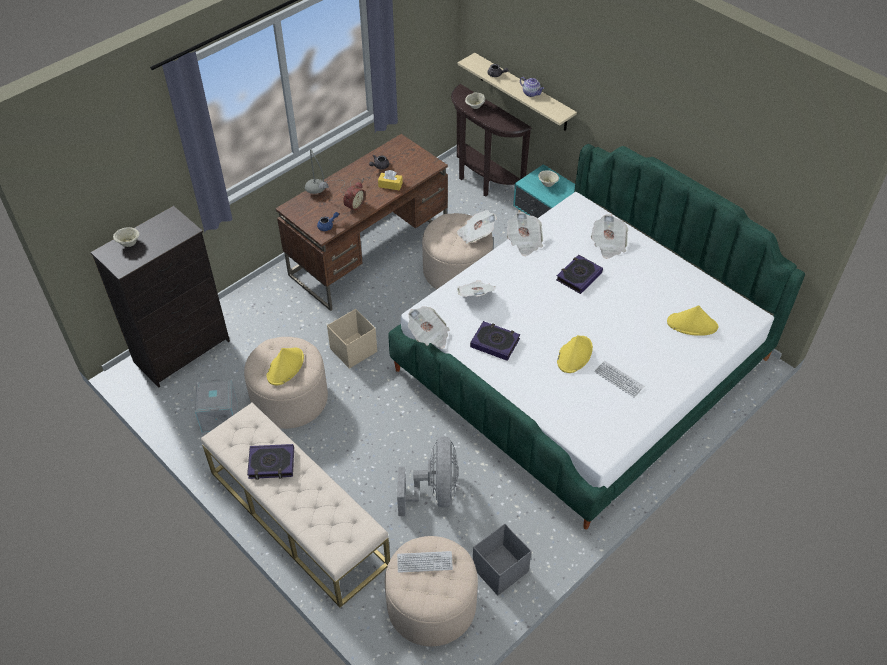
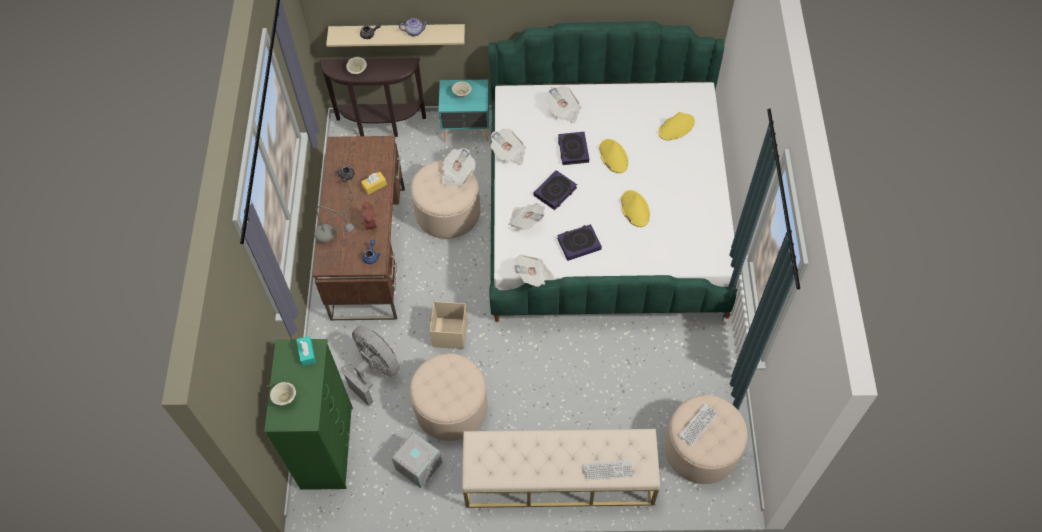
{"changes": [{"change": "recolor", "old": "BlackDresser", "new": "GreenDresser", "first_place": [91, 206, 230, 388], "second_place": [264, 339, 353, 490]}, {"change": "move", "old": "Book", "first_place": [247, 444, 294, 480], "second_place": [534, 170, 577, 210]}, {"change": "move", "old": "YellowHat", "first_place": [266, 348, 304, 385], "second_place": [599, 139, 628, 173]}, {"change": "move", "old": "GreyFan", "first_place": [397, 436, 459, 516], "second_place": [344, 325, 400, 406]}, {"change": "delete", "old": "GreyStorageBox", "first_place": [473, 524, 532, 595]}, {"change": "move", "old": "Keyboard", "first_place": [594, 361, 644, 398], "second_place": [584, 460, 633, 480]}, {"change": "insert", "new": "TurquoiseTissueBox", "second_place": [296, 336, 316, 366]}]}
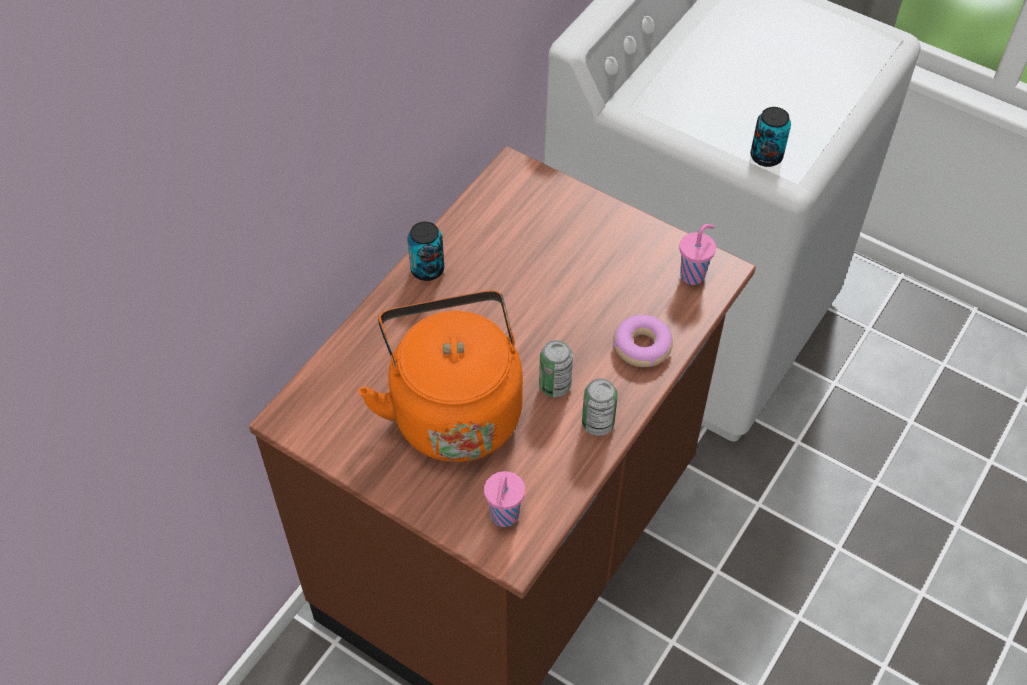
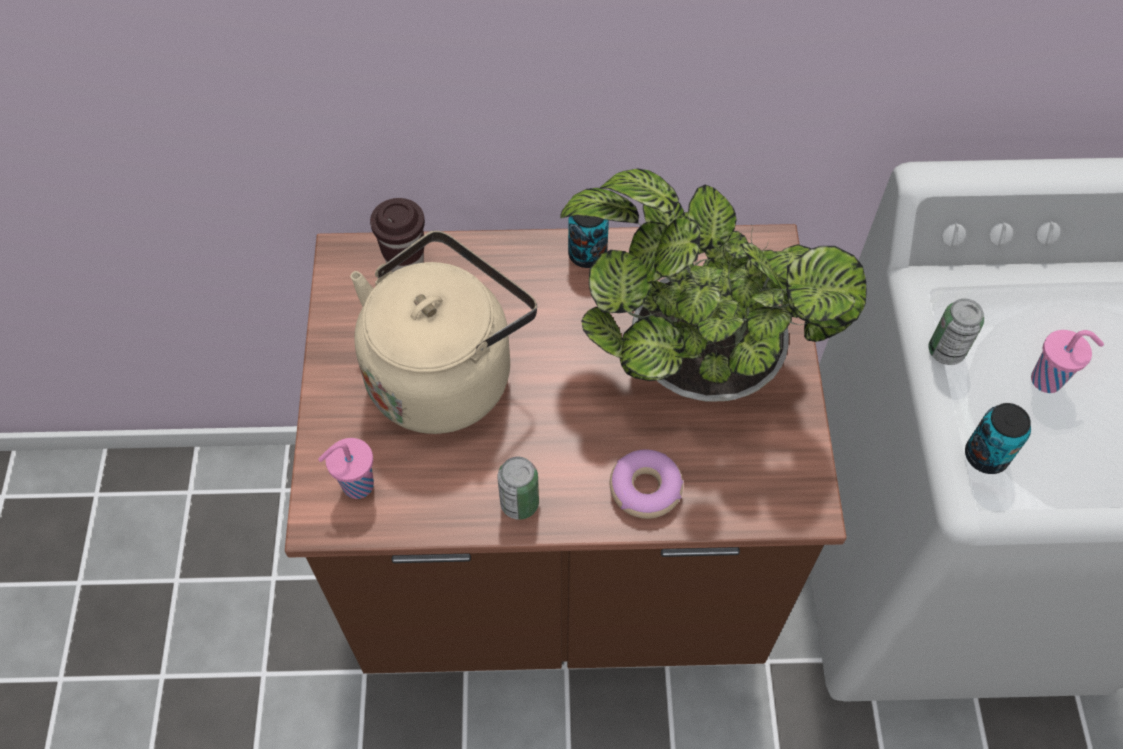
{"changes": [{"change": "recolor", "old": "OrangeKettle", "new": "BeigeKettle", "first_place": [358, 291, 523, 462], "second_place": [350, 231, 537, 434]}, {"change": "move", "old": "Can", "first_place": [539, 340, 573, 397], "second_place": [929, 298, 984, 365]}, {"change": "move", "old": "PinkCup", "first_place": [679, 224, 716, 285], "second_place": [1031, 330, 1104, 393]}, {"change": "insert", "new": "BrownCup", "second_place": [370, 198, 425, 272]}, {"change": "insert", "new": "PottedPlant", "second_place": [560, 168, 867, 402]}]}
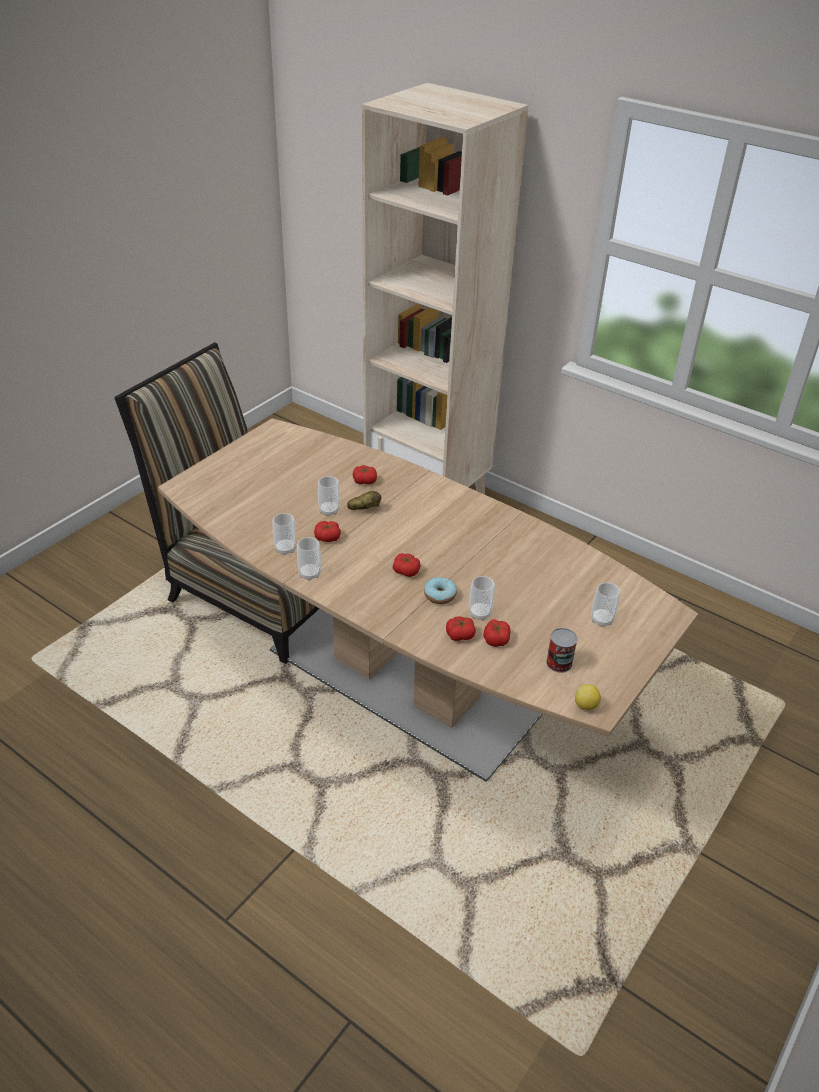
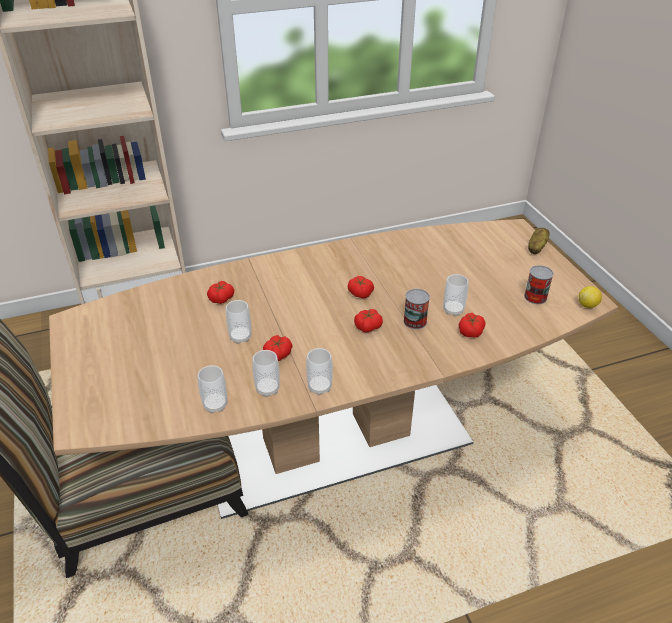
{"changes": [{"change": "move", "old": "Potato", "first_place": [347, 491, 381, 510], "second_place": [528, 228, 550, 254]}, {"change": "replace", "old": "Donut", "new": "Can", "first_place": [424, 577, 457, 604], "second_place": [403, 289, 430, 329]}, {"change": "move", "old": "Tomato", "first_place": [483, 619, 511, 647], "second_place": [348, 276, 374, 298]}, {"change": "move", "old": "Cup", "first_place": [591, 582, 620, 627], "second_place": [197, 365, 227, 413]}]}
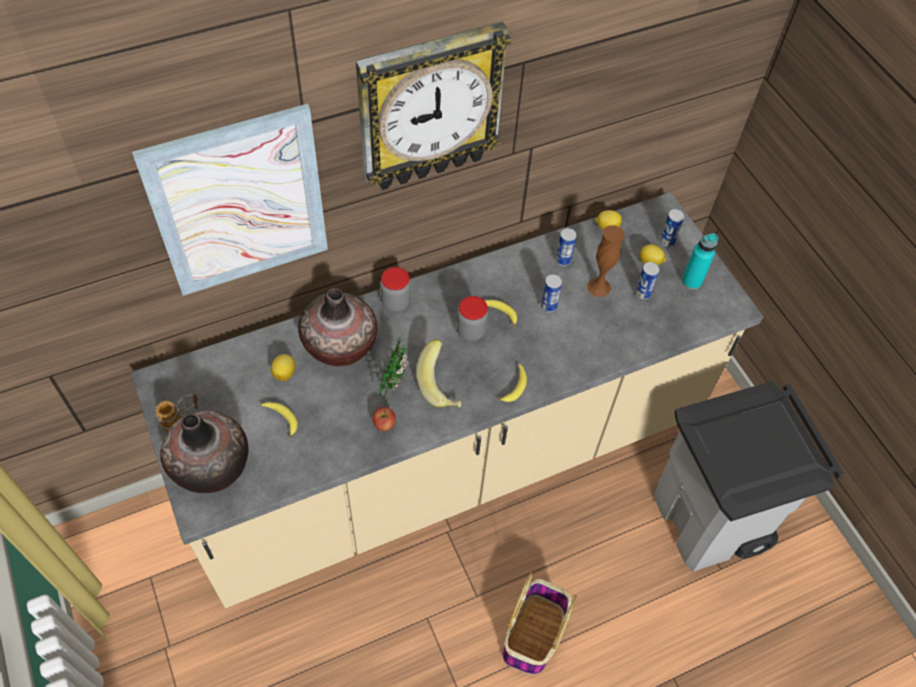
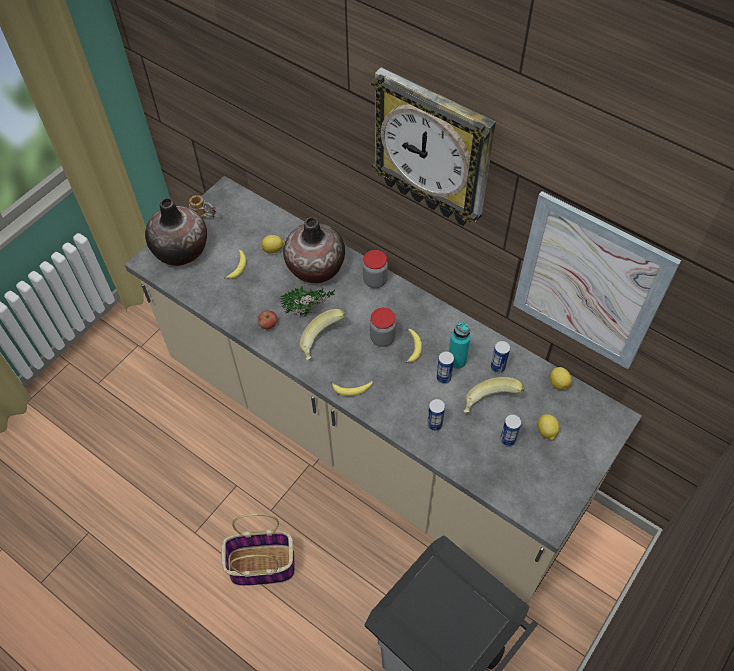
{"changes": [{"change": "move", "old": "Picture", "first_place": [132, 104, 328, 296], "second_place": [513, 191, 681, 369]}, {"change": "replace", "old": "BrownVase", "new": "Banana", "first_place": [587, 225, 625, 297], "second_place": [463, 377, 524, 413]}, {"change": "move", "old": "Can", "first_place": [660, 209, 685, 247], "second_place": [427, 399, 445, 431]}, {"change": "move", "old": "TurquoiseBottle", "first_place": [682, 233, 718, 290], "second_place": [449, 322, 471, 369]}]}
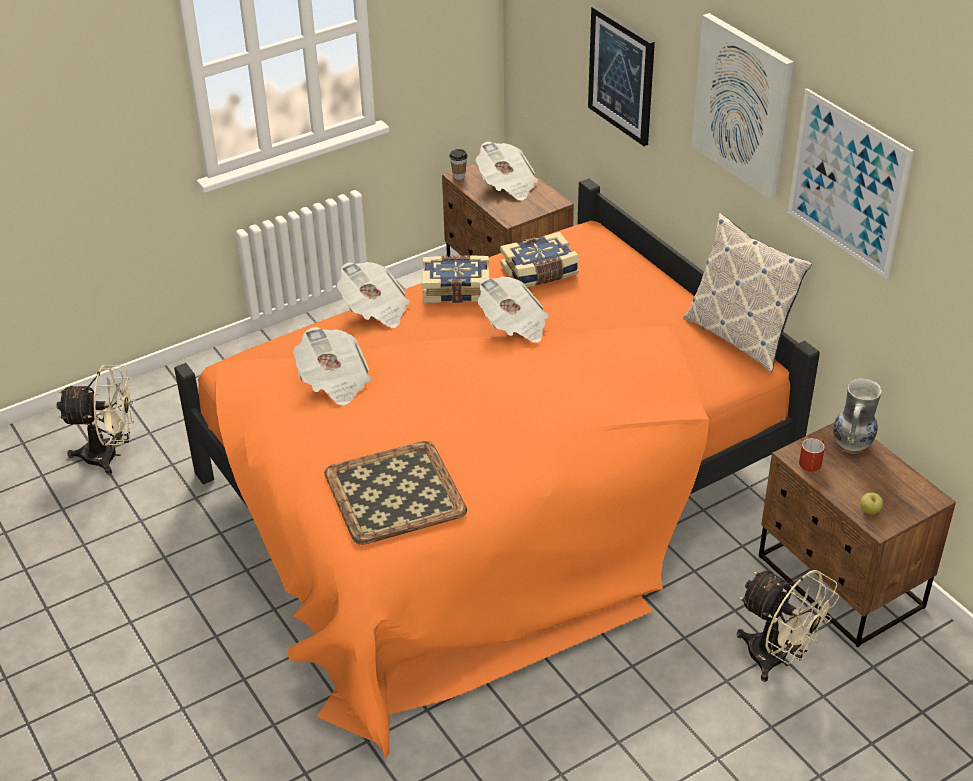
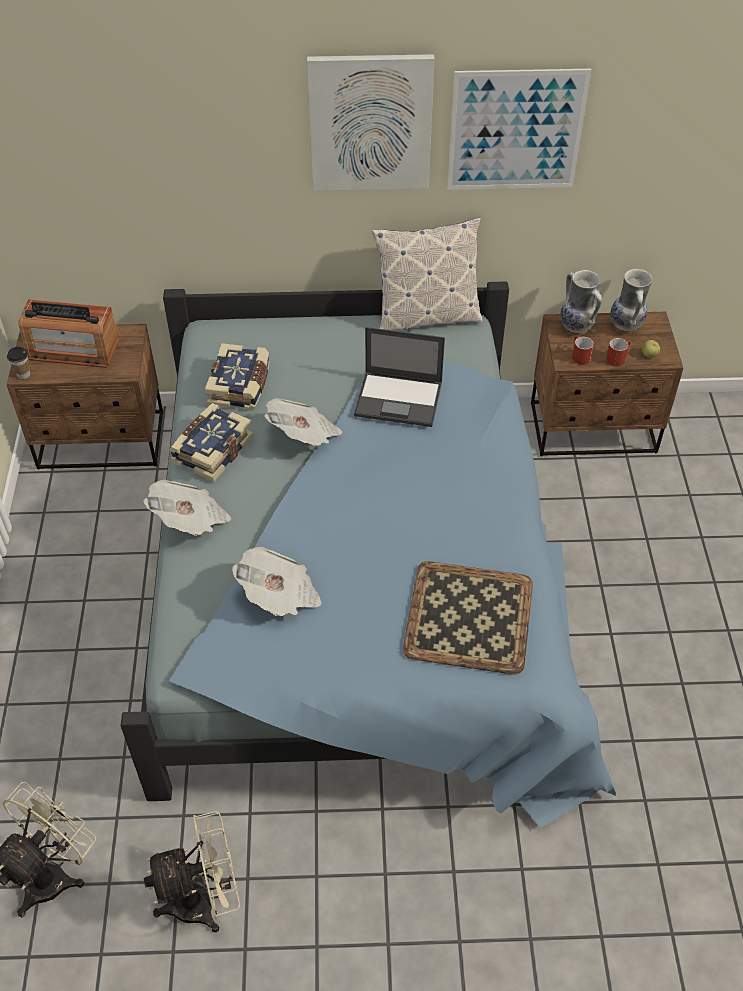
{"changes": [{"change": "recolor", "old": "OrangeBed", "new": "BlueBed", "first_place": [174, 178, 820, 758], "second_place": [121, 281, 616, 828]}, {"change": "replace", "old": "Newspaper", "new": "Radio", "first_place": [476, 142, 538, 200], "second_place": [19, 299, 119, 368]}, {"change": "delete", "old": "Picture", "first_place": [588, 6, 655, 146]}, {"change": "move", "old": "BeigeFan", "first_place": [737, 570, 839, 682], "second_place": [144, 811, 240, 933]}, {"change": "insert", "new": "Laptop", "second_place": [354, 327, 445, 427]}, {"change": "insert", "new": "RedMug", "second_place": [606, 338, 631, 366]}, {"change": "insert", "new": "Vase", "second_place": [611, 269, 652, 333]}]}
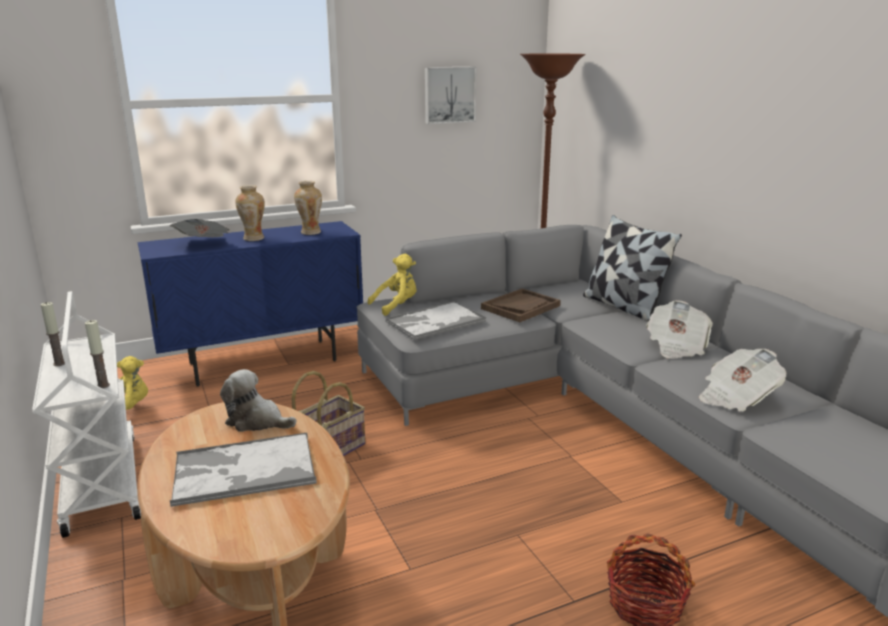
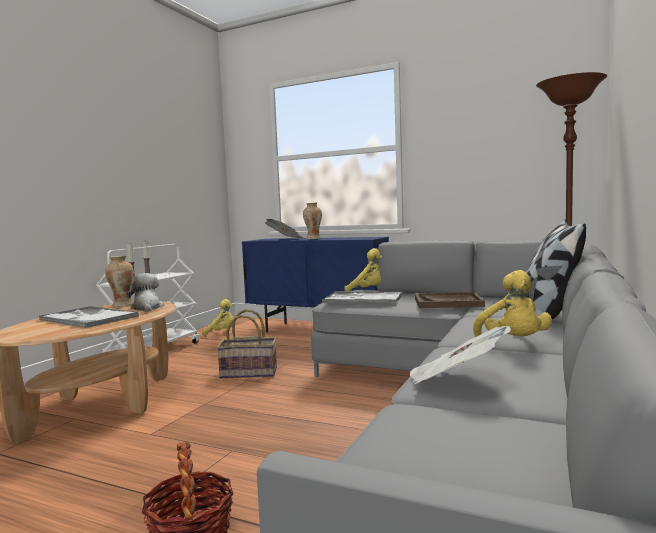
{"changes": [{"change": "move", "old": "Vase", "first_place": [294, 181, 322, 235], "second_place": [105, 256, 133, 307]}, {"change": "delete", "old": "Picture", "first_place": [425, 67, 477, 124]}, {"change": "replace", "old": "Newspaper", "new": "YellowPlushToy", "first_place": [646, 300, 713, 359], "second_place": [473, 270, 552, 337]}]}
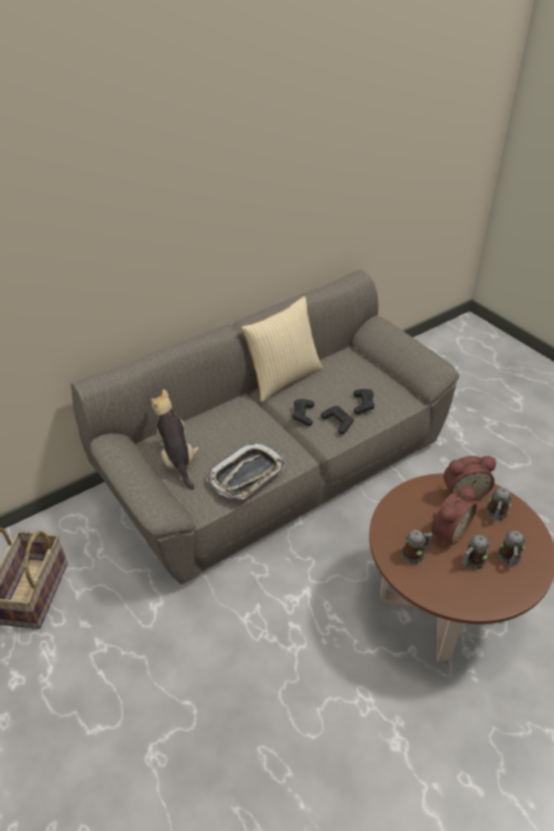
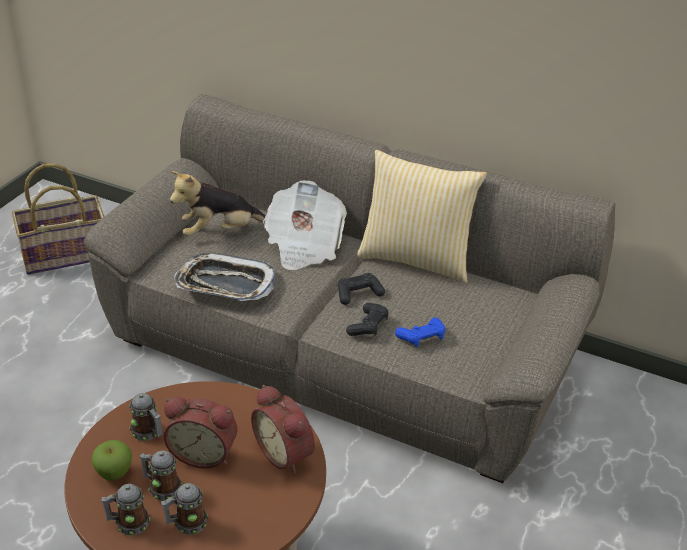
{"changes": [{"change": "rotate", "old": "PlushToy", "first_place": [151, 389, 199, 490], "second_place": [170, 171, 266, 236], "degrees": -150}, {"change": "recolor", "old": "BlackGameController", "new": "BlueGameController", "first_place": [353, 389, 374, 415], "second_place": [395, 317, 445, 347]}, {"change": "move", "old": "Mug", "first_place": [486, 488, 512, 521], "second_place": [101, 484, 151, 535]}, {"change": "insert", "new": "Apple", "second_place": [92, 440, 132, 481]}, {"change": "insert", "new": "Newspaper", "second_place": [263, 180, 347, 270]}]}
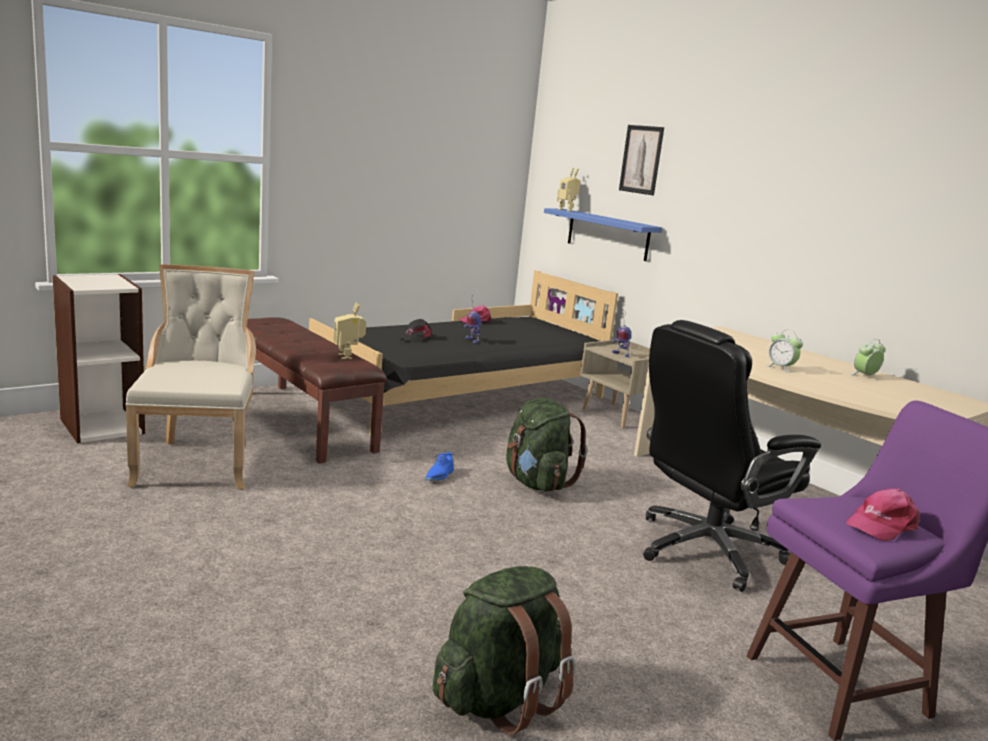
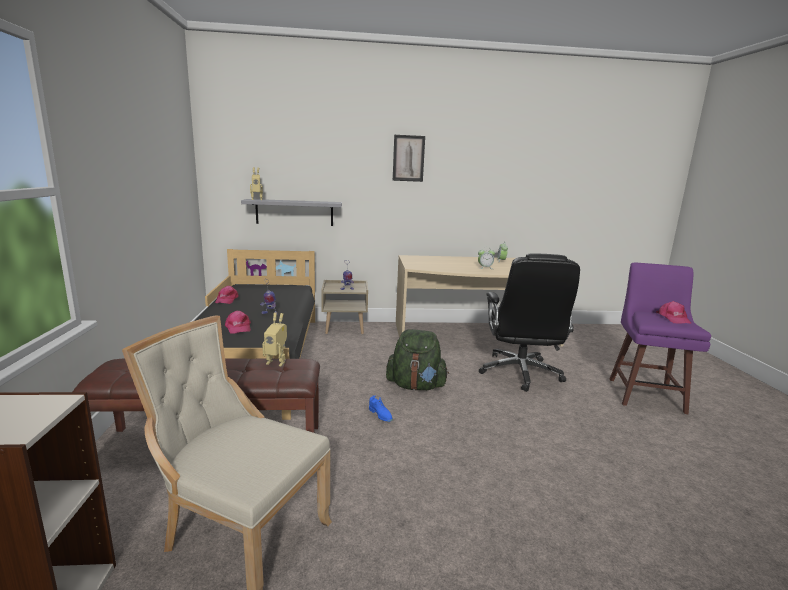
{"changes": [{"change": "recolor", "old": "BlackCap", "new": "PinkCap", "first_place": [398, 319, 432, 343], "second_place": [225, 311, 251, 334]}, {"change": "delete", "old": "GreenBackpack", "first_place": [433, 566, 576, 735]}, {"change": "recolor", "old": "BlueShelf", "new": "GreyShelf", "first_place": [544, 208, 662, 261], "second_place": [241, 199, 342, 226]}, {"change": "move", "old": "Picture", "first_place": [619, 125, 664, 195], "second_place": [393, 135, 425, 182]}]}
